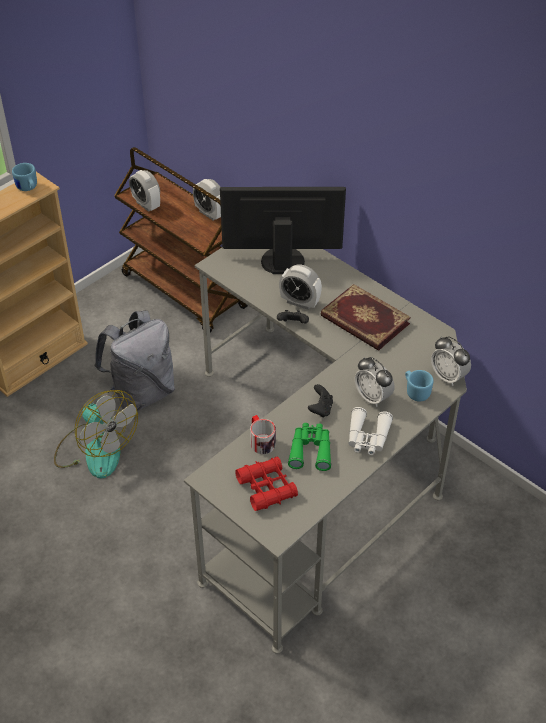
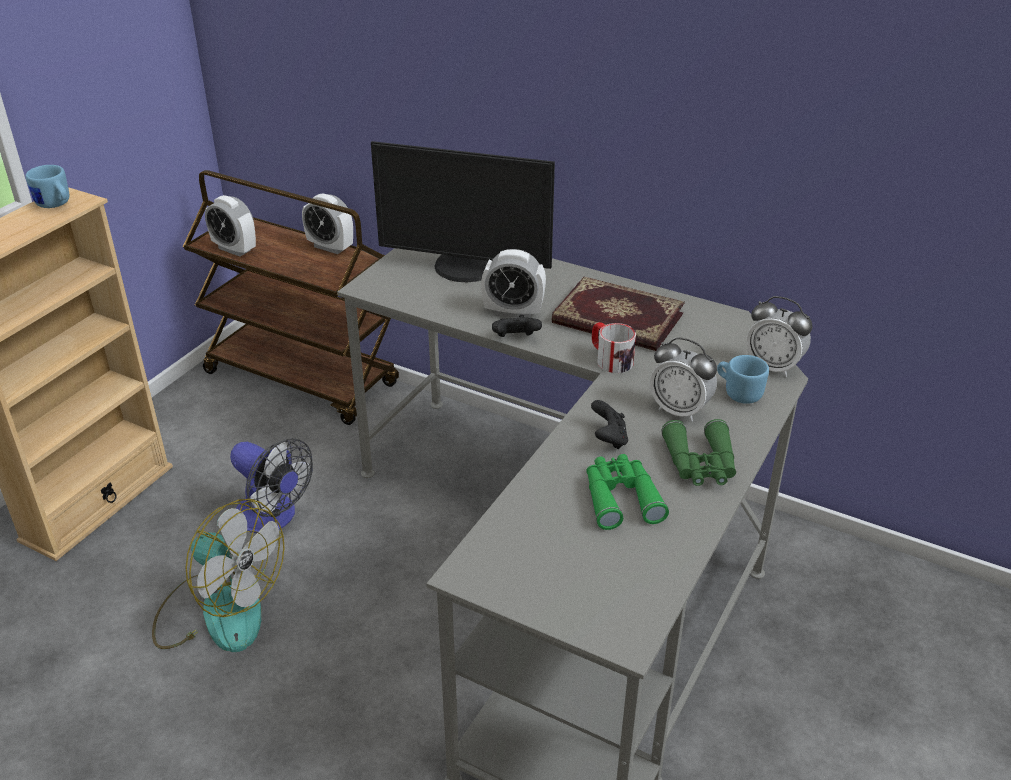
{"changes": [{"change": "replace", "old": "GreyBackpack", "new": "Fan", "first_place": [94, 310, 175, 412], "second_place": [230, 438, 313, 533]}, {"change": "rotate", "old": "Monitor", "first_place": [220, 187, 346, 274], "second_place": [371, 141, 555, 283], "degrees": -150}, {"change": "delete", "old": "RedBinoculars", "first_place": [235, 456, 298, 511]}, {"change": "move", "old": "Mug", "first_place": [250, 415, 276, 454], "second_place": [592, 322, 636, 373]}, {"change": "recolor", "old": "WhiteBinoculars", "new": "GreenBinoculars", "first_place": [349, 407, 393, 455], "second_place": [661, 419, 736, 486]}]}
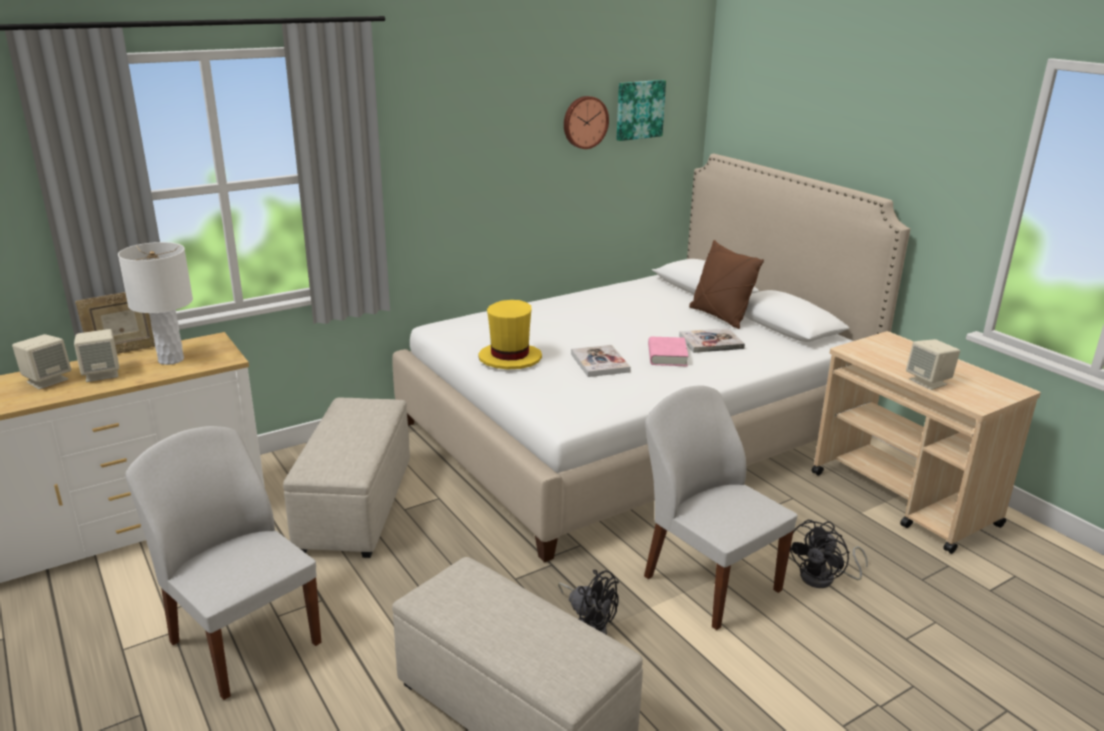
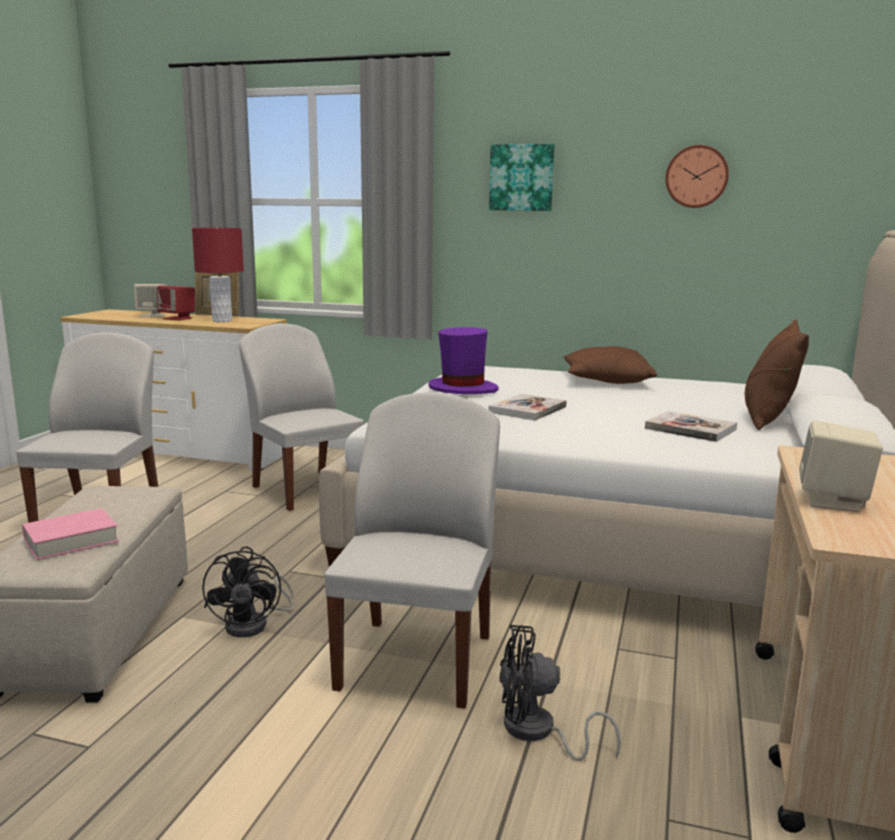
{"changes": [{"change": "recolor", "old": "BeigeSpeaker", "new": "RedSpeaker", "first_place": [74, 329, 119, 382], "second_place": [157, 286, 195, 320]}, {"change": "recolor", "old": "WhiteTableLamp", "new": "RedTableLamp", "first_place": [118, 242, 193, 365], "second_place": [192, 228, 244, 322]}, {"change": "replace", "old": "BeigeOttoman", "new": "WhiteChair", "first_place": [283, 398, 410, 558], "second_place": [239, 323, 364, 511]}, {"change": "recolor", "old": "YellowHat", "new": "PurpleHat", "first_place": [478, 300, 542, 369], "second_place": [428, 327, 499, 394]}, {"change": "move", "old": "Picture", "first_place": [616, 80, 666, 141], "second_place": [489, 144, 555, 211]}, {"change": "move", "old": "PinkBook", "first_place": [648, 337, 688, 366], "second_place": [22, 508, 119, 560]}, {"change": "insert", "new": "BrownPillow", "second_place": [563, 346, 658, 384]}]}
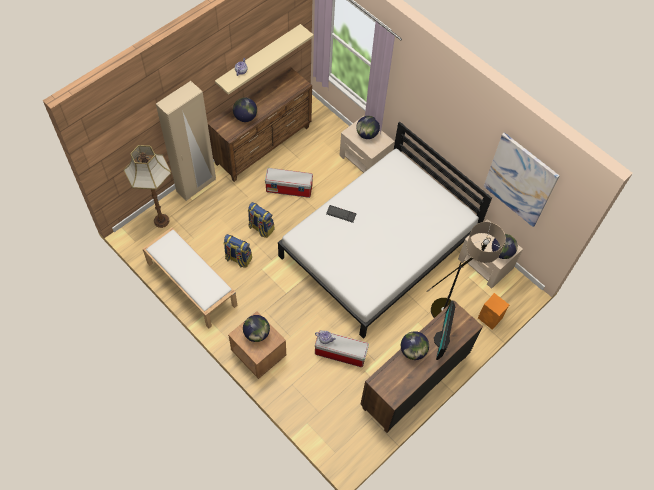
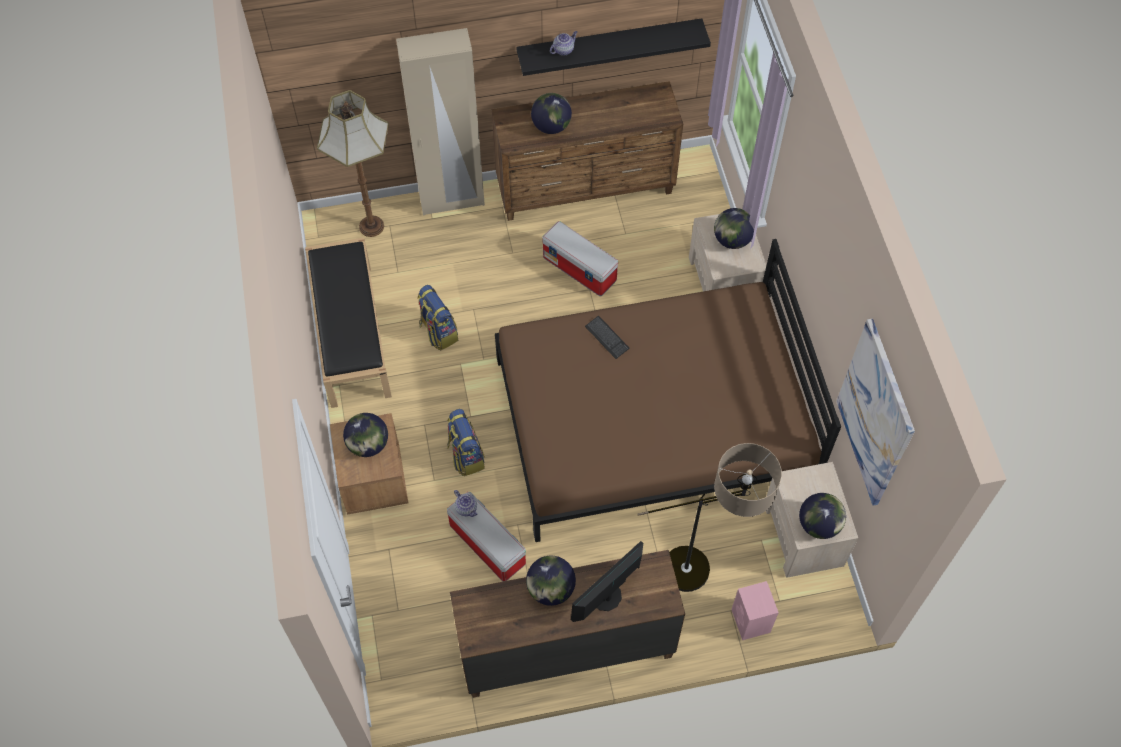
{"changes": [{"change": "recolor", "old": "WhiteBench", "new": "BlackBench", "first_place": [142, 227, 238, 328], "second_place": [305, 238, 392, 408]}, {"change": "recolor", "old": "BeigeShelf", "new": "BlackShelf", "first_place": [215, 24, 314, 95], "second_place": [517, 18, 711, 76]}, {"change": "move", "old": "Backpack", "first_place": [248, 202, 274, 238], "second_place": [447, 409, 485, 476]}, {"change": "recolor", "old": "WhiteBed", "new": "BrownBed", "first_place": [278, 122, 492, 339], "second_place": [495, 239, 841, 542]}, {"change": "recolor", "old": "OrangeSpeaker", "new": "PinkSpeaker", "first_place": [478, 293, 509, 330], "second_place": [731, 581, 779, 640]}]}
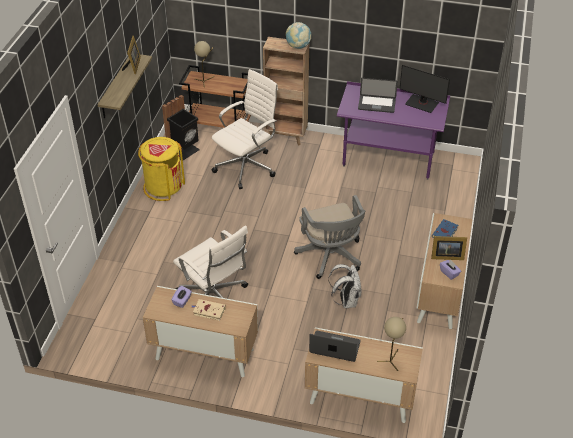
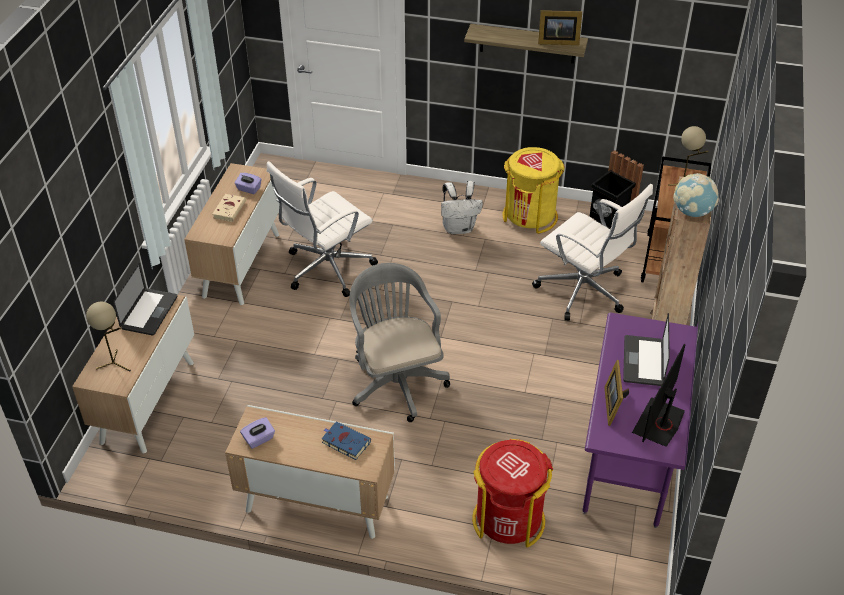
{"changes": [{"change": "rotate", "old": "GreyOfficeChair", "first_place": [294, 195, 365, 279], "second_place": [350, 263, 450, 422], "degrees": 90}, {"change": "move", "old": "WhiteBackpack", "first_place": [328, 264, 361, 308], "second_place": [441, 181, 483, 234]}, {"change": "move", "old": "PictureFrame", "first_place": [431, 236, 467, 260], "second_place": [604, 360, 629, 426]}, {"change": "insert", "new": "RedTrashCan", "second_place": [472, 439, 553, 548]}]}
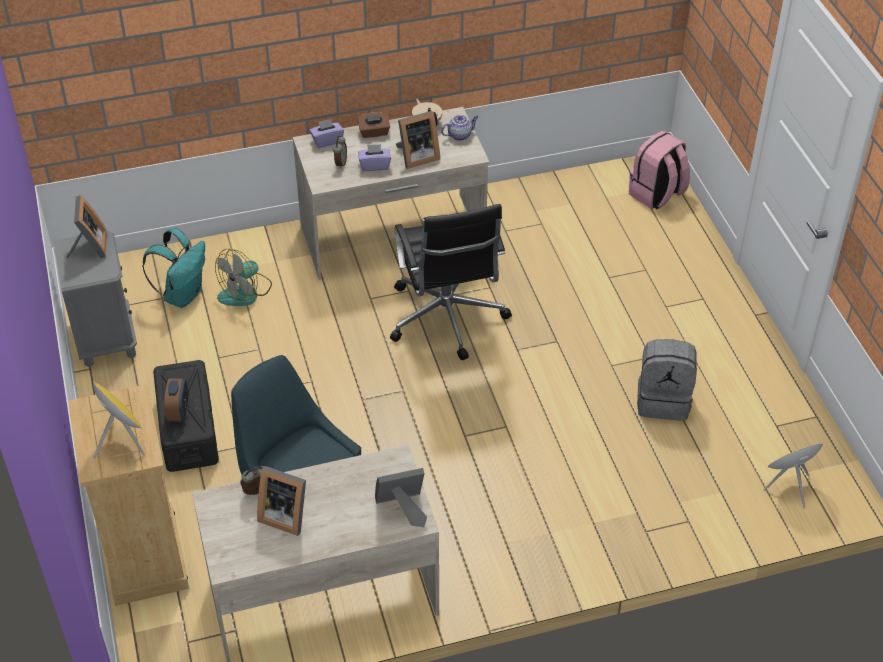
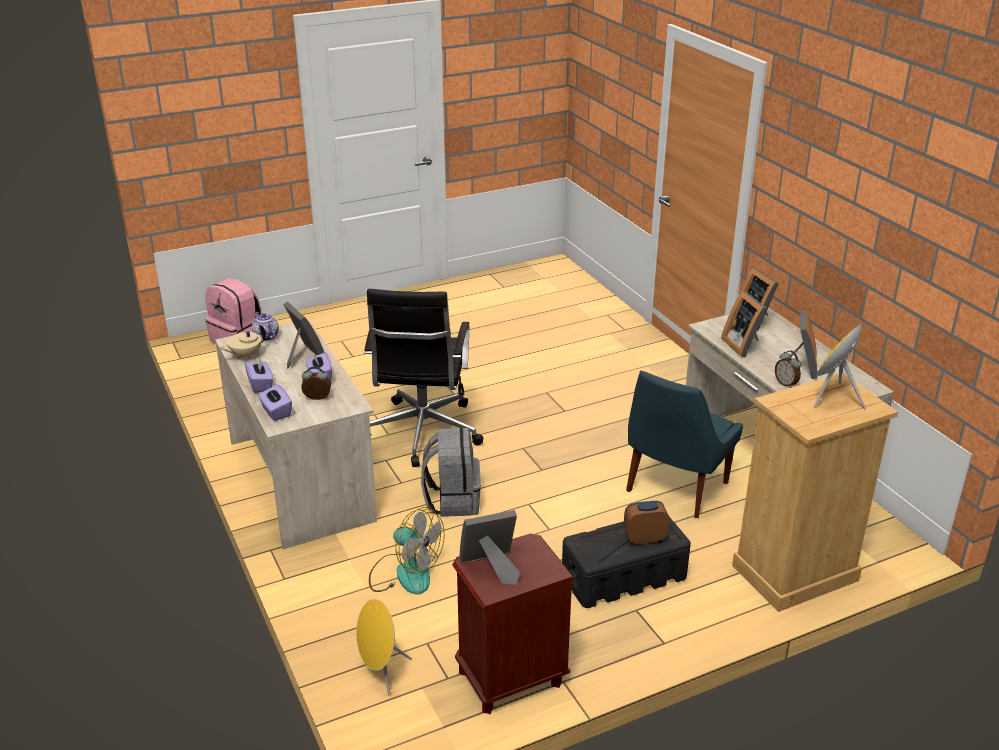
{"changes": [{"change": "recolor", "old": "GreyNightstand", "new": "BrownNightstand", "first_place": [53, 231, 137, 367], "second_place": [452, 533, 575, 714]}, {"change": "delete", "old": "TurquoiseBackpack", "first_place": [142, 228, 205, 308]}, {"change": "recolor", "old": "BrownTissueBox", "new": "PurpleTissueBox", "first_place": [357, 112, 390, 138], "second_place": [245, 357, 273, 393]}, {"change": "rotate", "old": "BlackOfficeChair", "first_place": [390, 204, 512, 360], "second_place": [364, 289, 483, 467], "degrees": 120}, {"change": "move", "old": "GreyBackpack", "first_place": [637, 339, 697, 421], "second_place": [421, 428, 481, 517]}, {"change": "move", "old": "YellowSpeaker", "first_place": [763, 444, 823, 509], "second_place": [356, 599, 412, 695]}, {"change": "insert", "new": "PictureFrame", "second_place": [721, 291, 767, 357]}]}
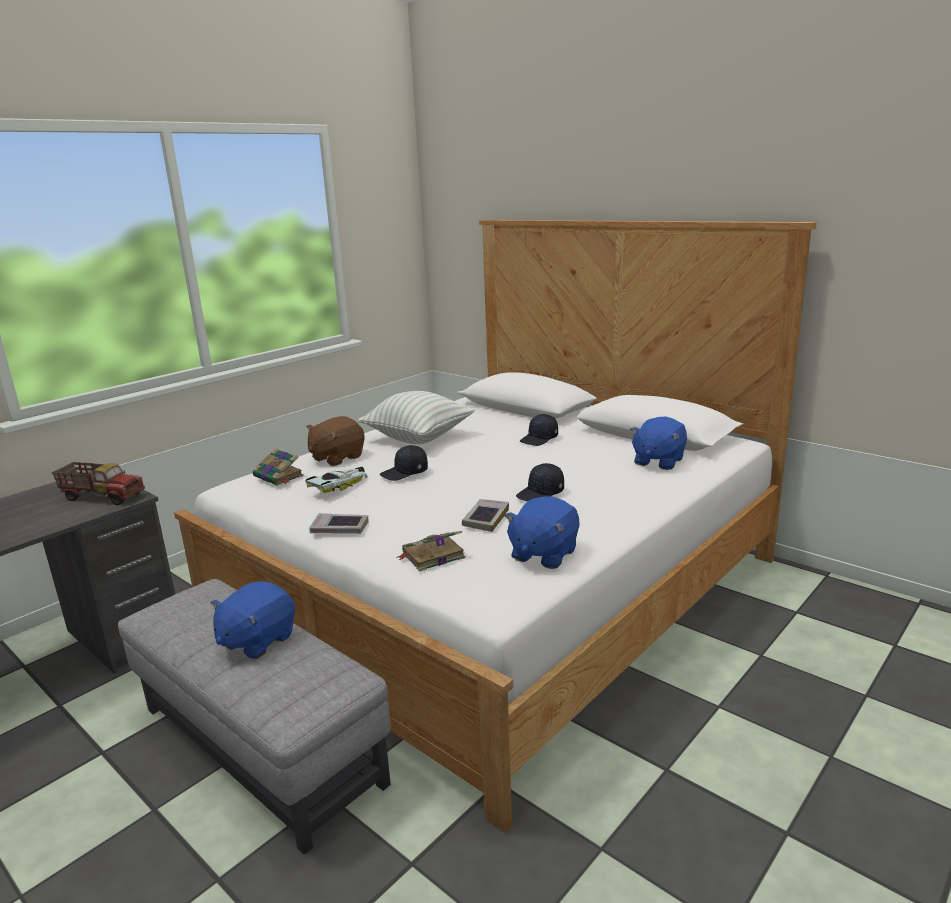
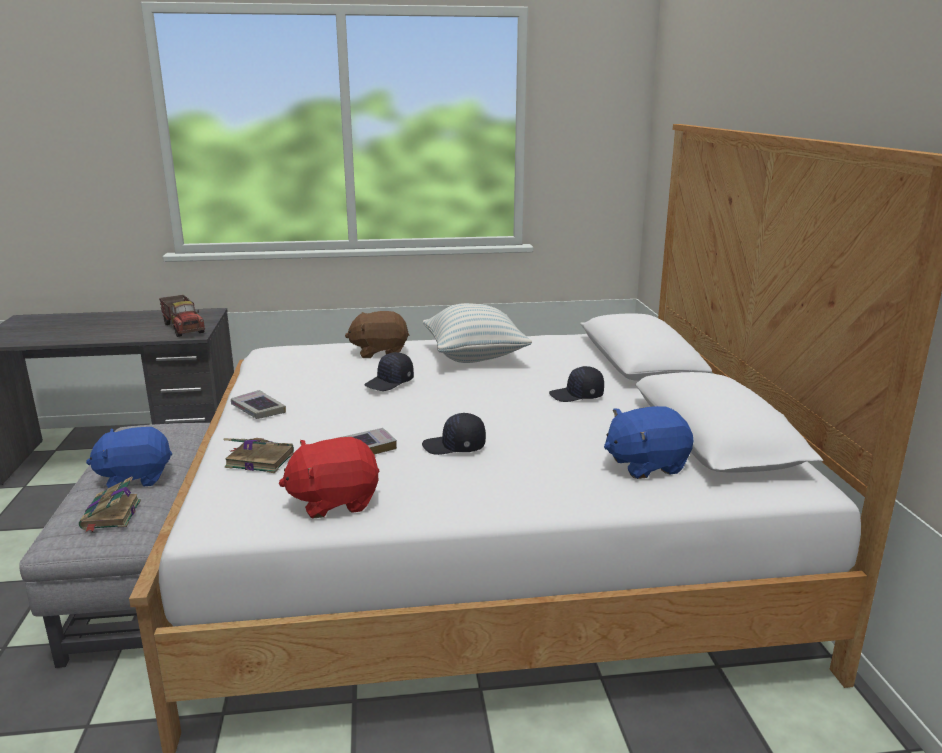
{"changes": [{"change": "move", "old": "Book", "first_place": [253, 448, 304, 486], "second_place": [79, 477, 141, 532]}, {"change": "delete", "old": "ToyCar", "first_place": [305, 467, 368, 493]}, {"change": "rotate", "old": "BlackCap", "first_place": [380, 445, 428, 481], "second_place": [364, 352, 414, 391], "degrees": -60}, {"change": "recolor", "old": "BluePlushToy", "new": "RedPlushToy", "first_place": [504, 496, 580, 569], "second_place": [278, 437, 379, 519]}]}
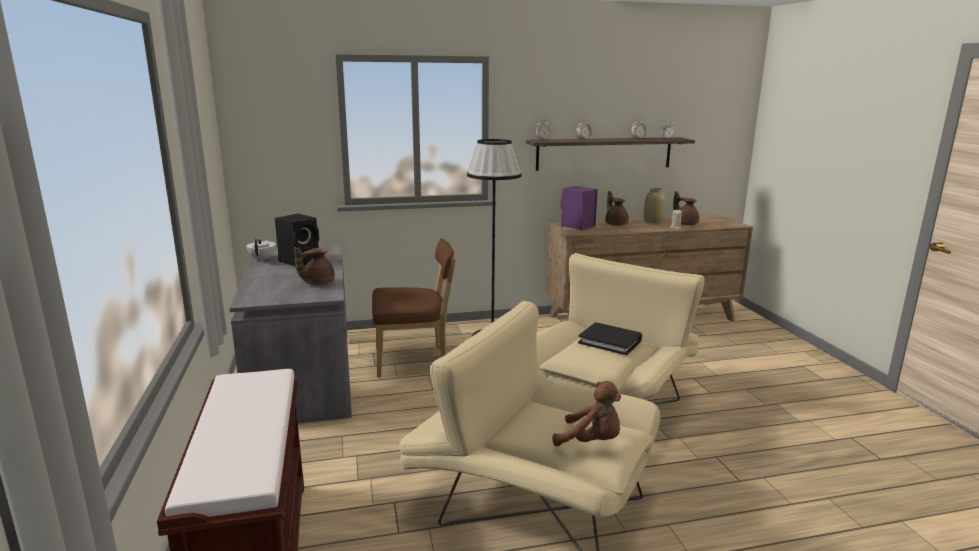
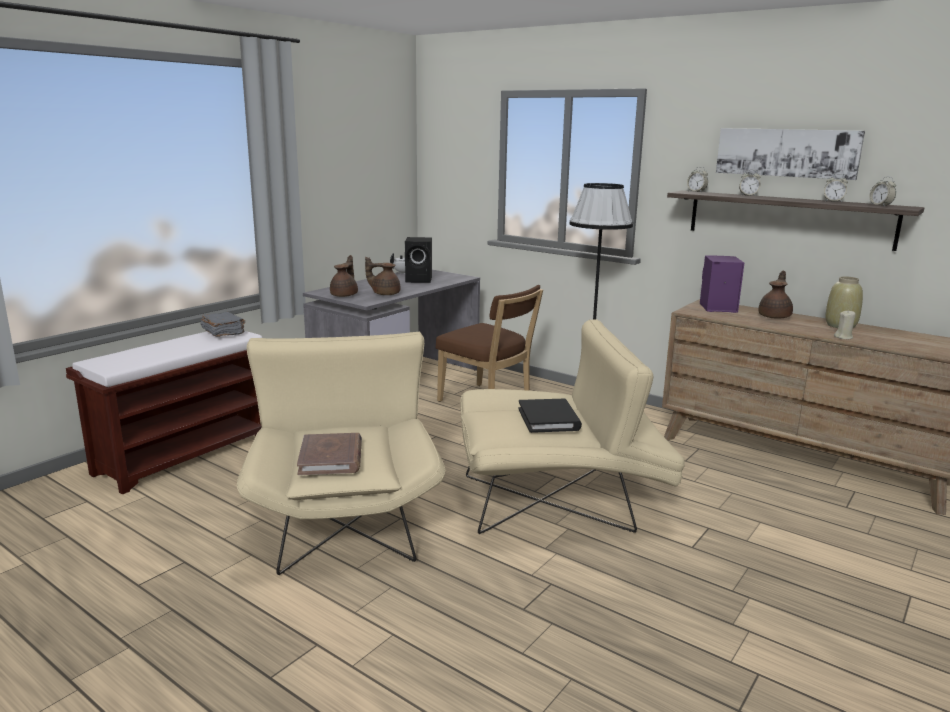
{"changes": [{"change": "replace", "old": "BrownPlushToy", "new": "BrownBook", "first_place": [553, 381, 621, 446], "second_place": [297, 433, 362, 475]}, {"change": "move", "old": "BrownTeapot", "first_place": [673, 191, 699, 225], "second_place": [330, 255, 358, 297]}, {"change": "insert", "new": "GreyBook", "second_place": [200, 312, 245, 337]}, {"change": "insert", "new": "Picture", "second_place": [716, 128, 865, 180]}]}
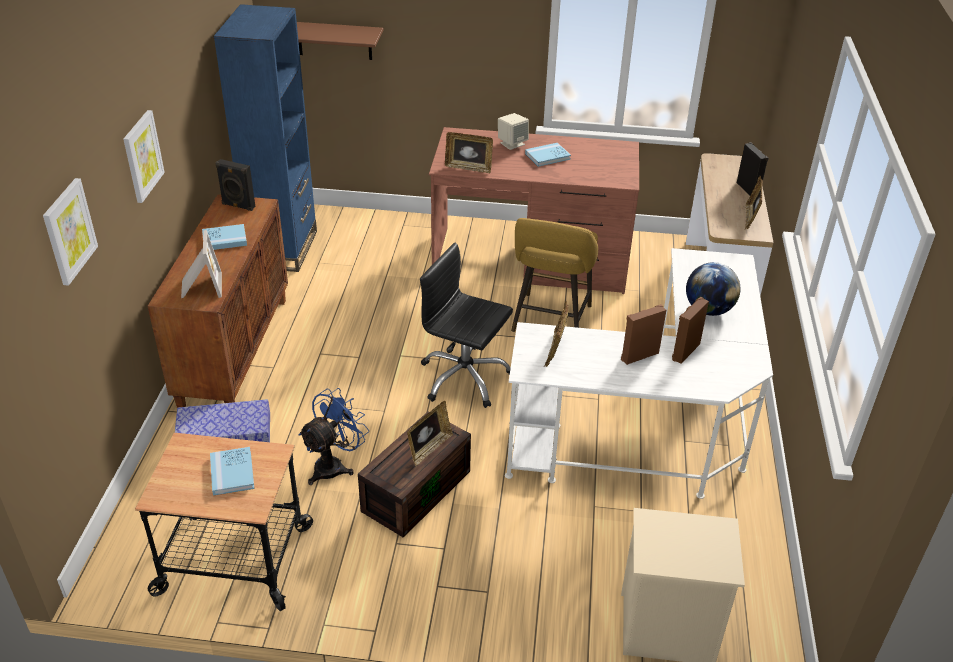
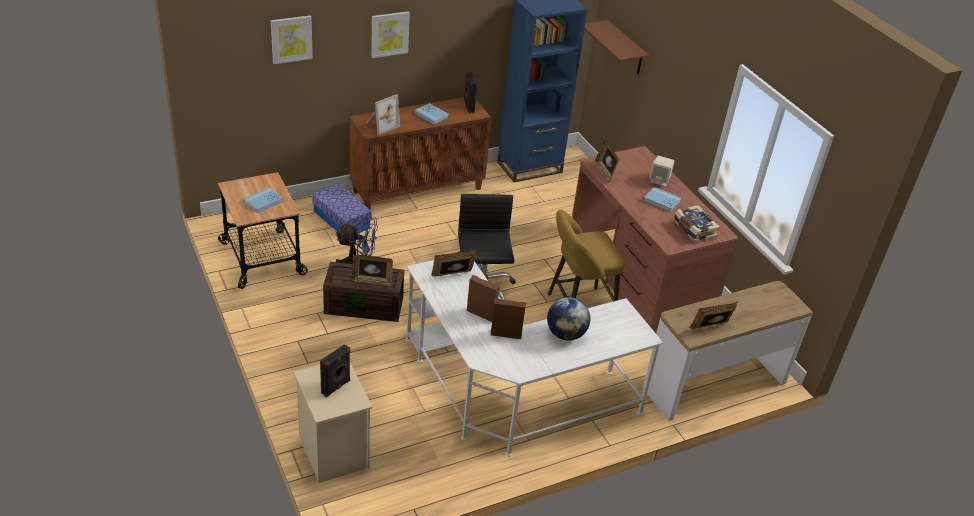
{"changes": [{"change": "move", "old": "BlackSpeaker", "first_place": [737, 142, 769, 196], "second_place": [320, 344, 350, 397]}, {"change": "insert", "new": "Book", "second_place": [673, 205, 720, 243]}]}
